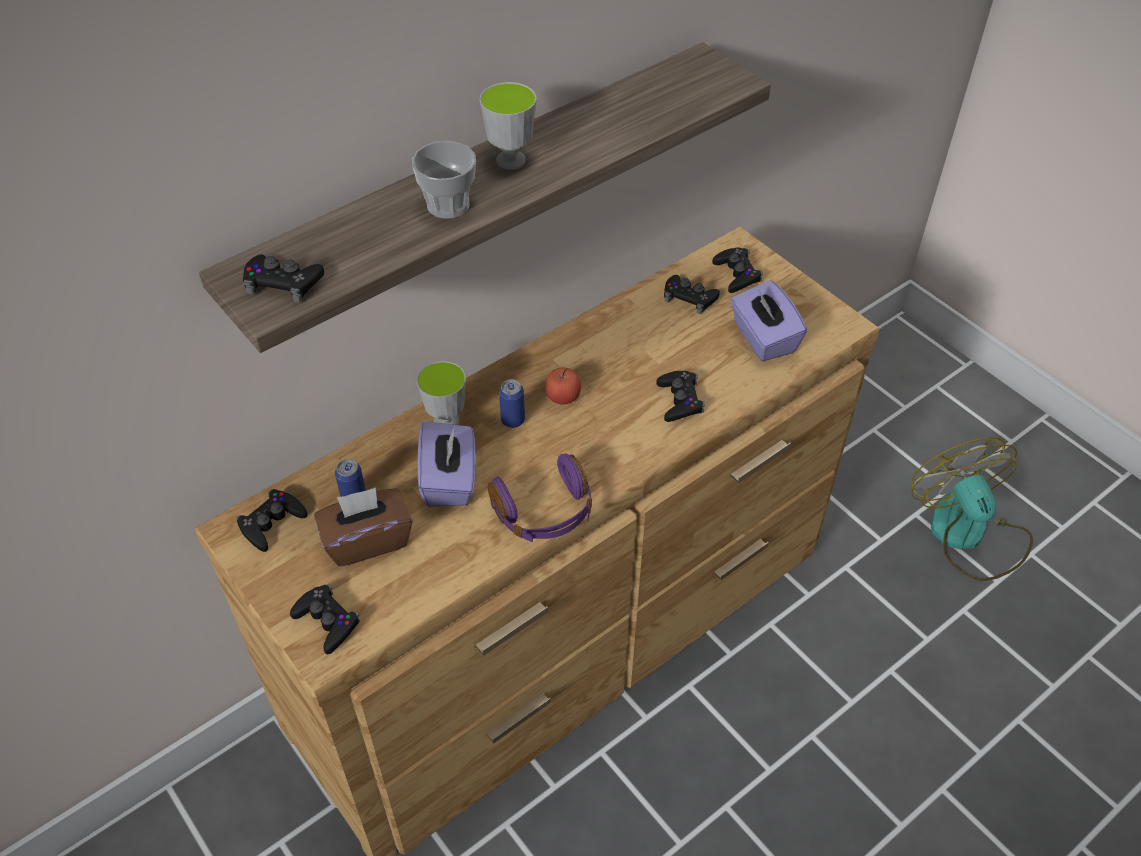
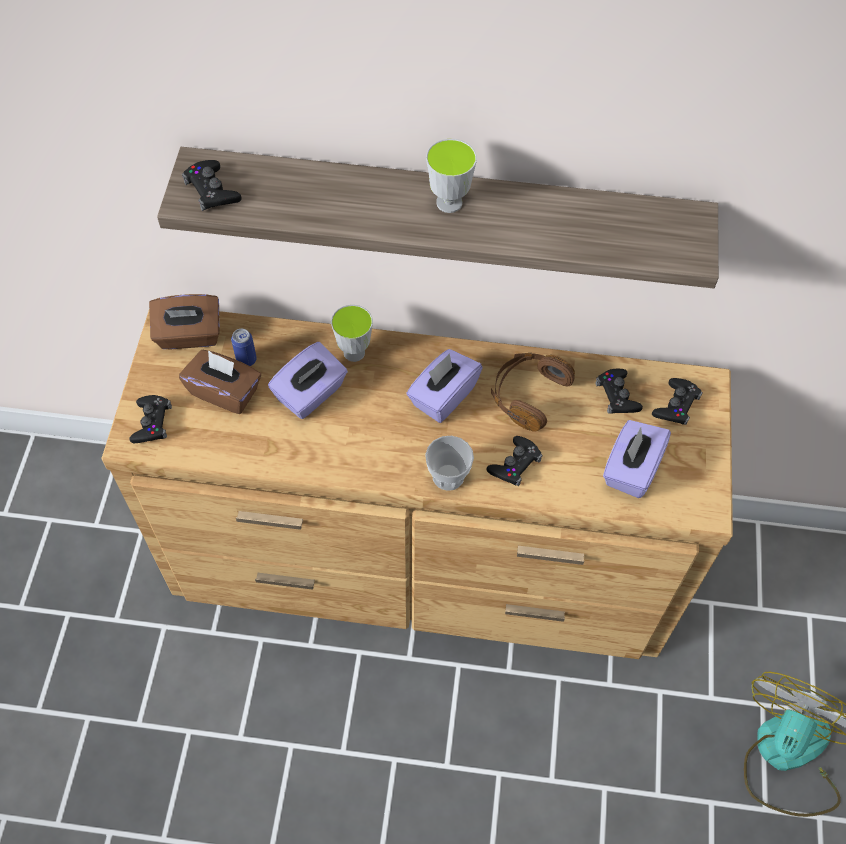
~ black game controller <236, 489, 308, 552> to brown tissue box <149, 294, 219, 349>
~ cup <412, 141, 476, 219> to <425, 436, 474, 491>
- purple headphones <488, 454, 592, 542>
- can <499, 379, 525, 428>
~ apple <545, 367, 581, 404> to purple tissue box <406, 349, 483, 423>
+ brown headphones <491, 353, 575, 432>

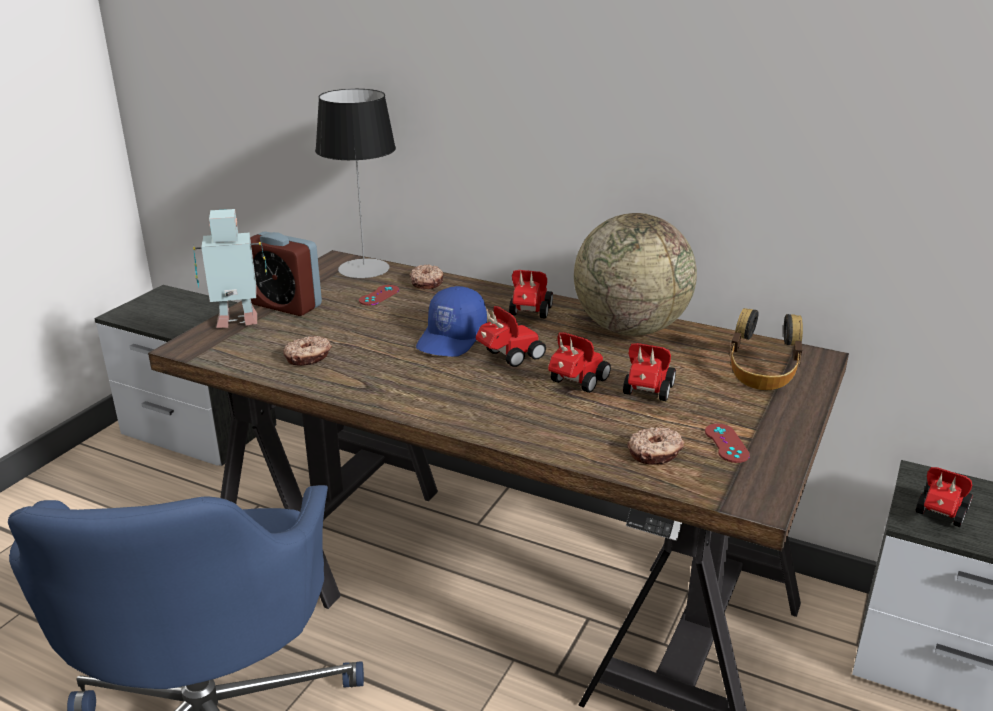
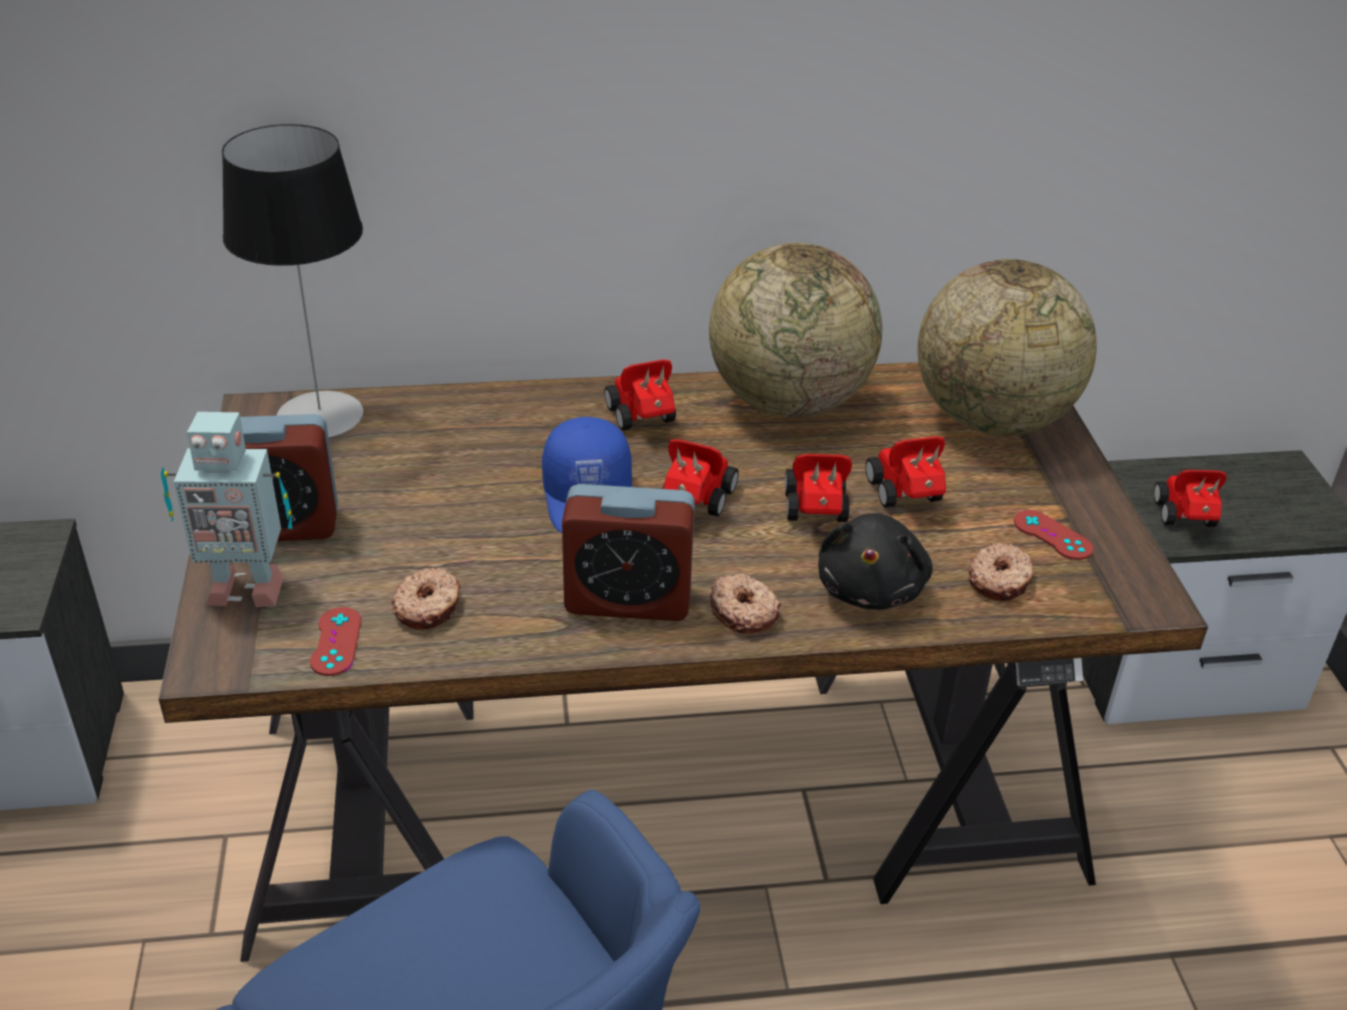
~ toy robot <193, 209, 267, 328> = <161, 412, 292, 607> 135 degrees counterclockwise
~ red game controller <359, 285, 399, 305> to <310, 607, 361, 676>
~ donut <410, 264, 443, 289> to <710, 574, 781, 634>
~ headphones <729, 308, 803, 390> to globe <918, 259, 1097, 436>
+ alarm clock <562, 484, 695, 621>
+ black plush toy <818, 513, 933, 609>

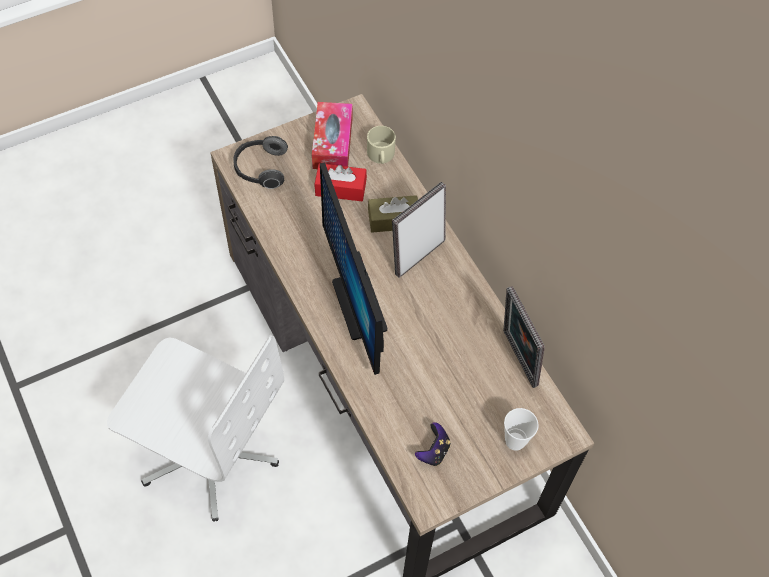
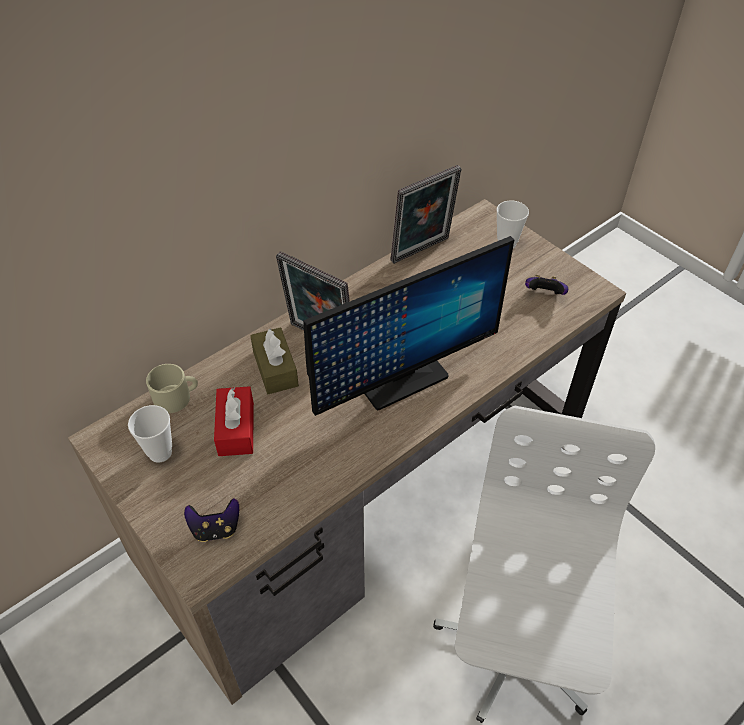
~ headphones <233, 136, 288, 189> to game controller <184, 498, 239, 542>
~ tissue box <312, 102, 353, 169> to cup <128, 405, 172, 463>

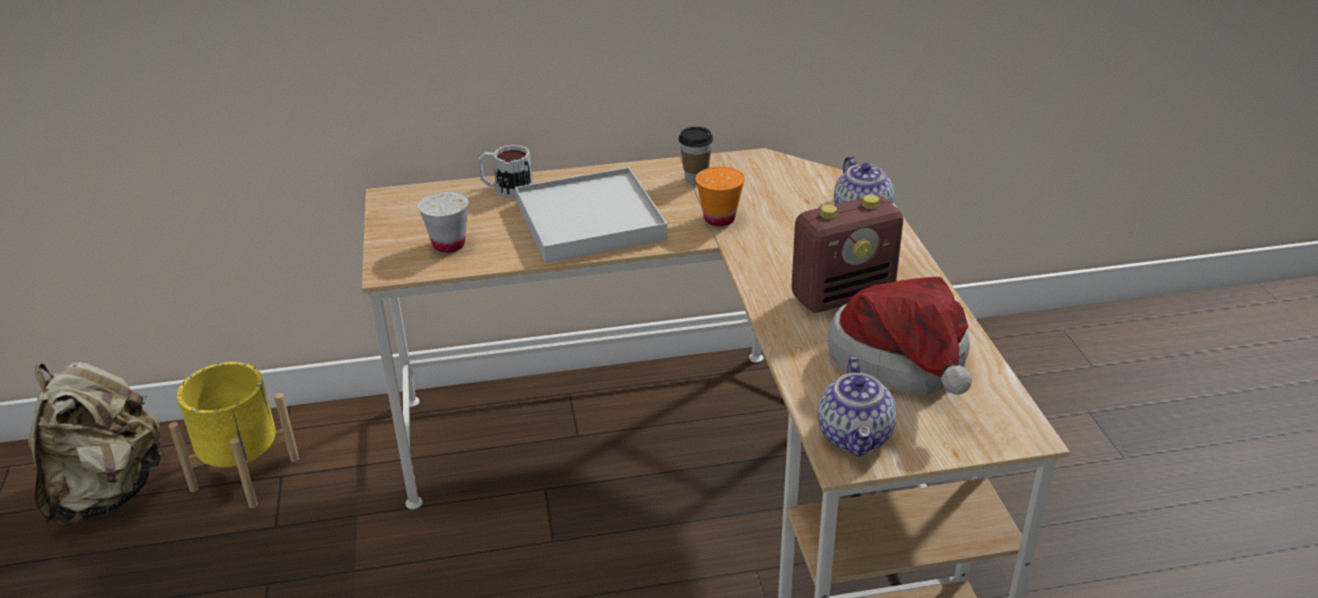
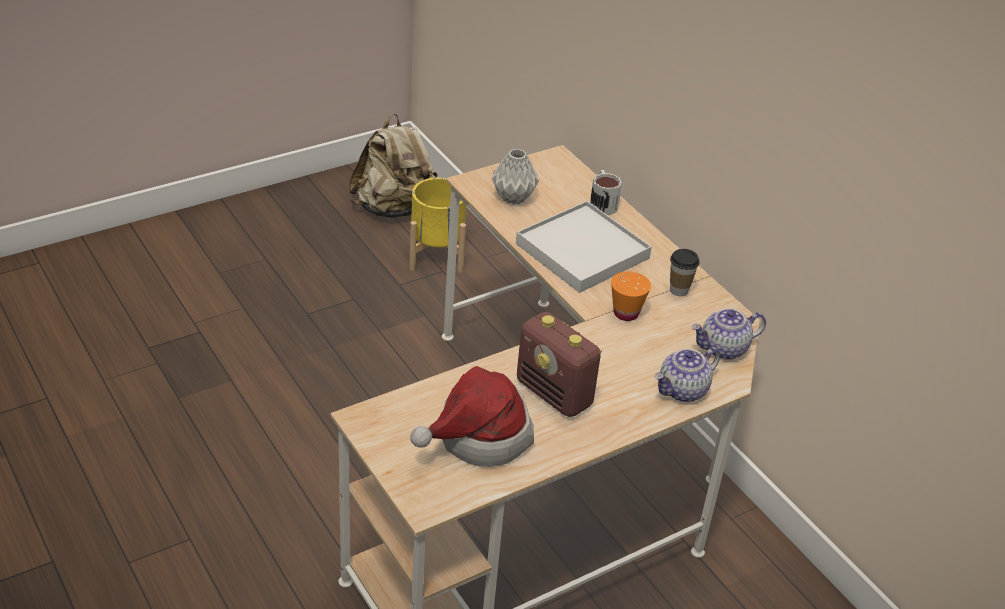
~ white cup <418, 191, 469, 253> to grey vase <492, 149, 539, 205>
~ teapot <818, 357, 896, 456> to <692, 308, 766, 360>

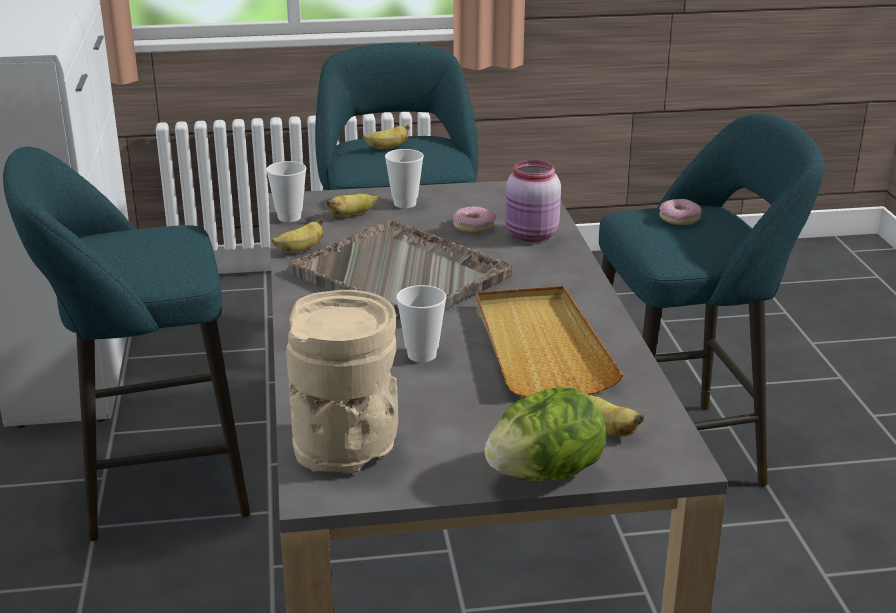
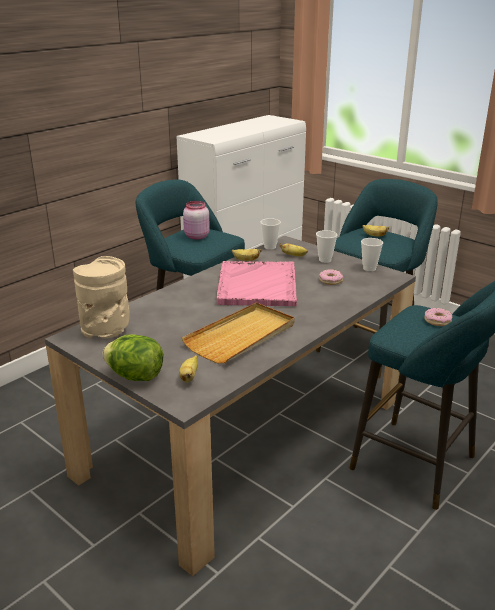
~ grey tray <288, 220, 512, 321> to pink tray <217, 261, 297, 306>
~ cup <396, 285, 447, 362> to <361, 238, 383, 271>
~ pink jar <505, 160, 561, 242> to <183, 201, 210, 240>

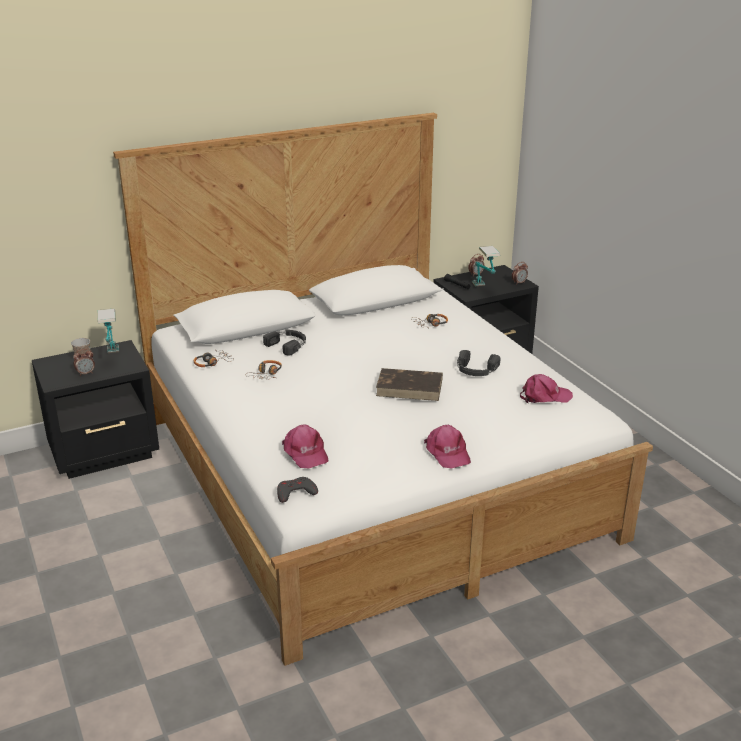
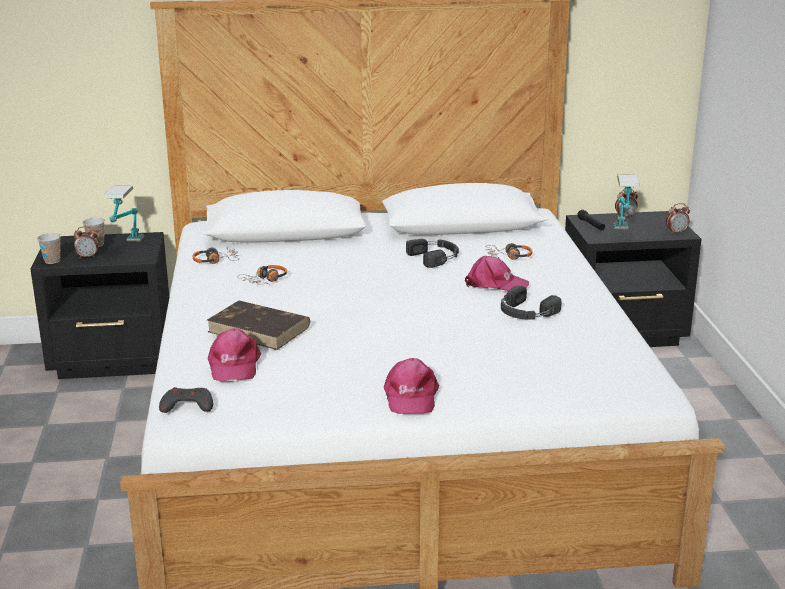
~ black headphones <263, 330, 306, 356> to <406, 239, 459, 268>
~ brown book <376, 368, 443, 401> to <207, 301, 310, 350>
~ pink cap <520, 374, 573, 404> to <465, 256, 529, 291>
+ cup <37, 233, 61, 264>

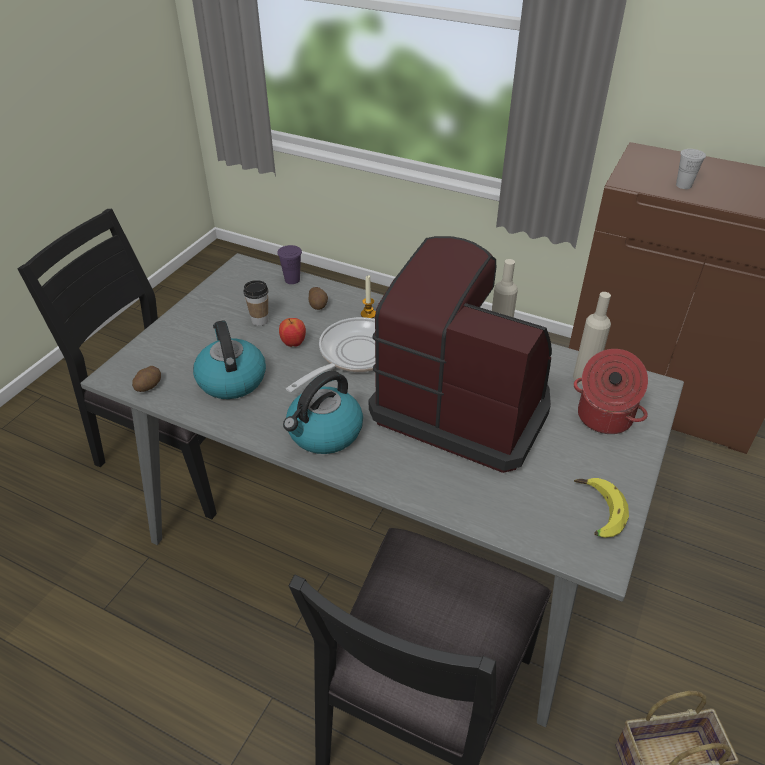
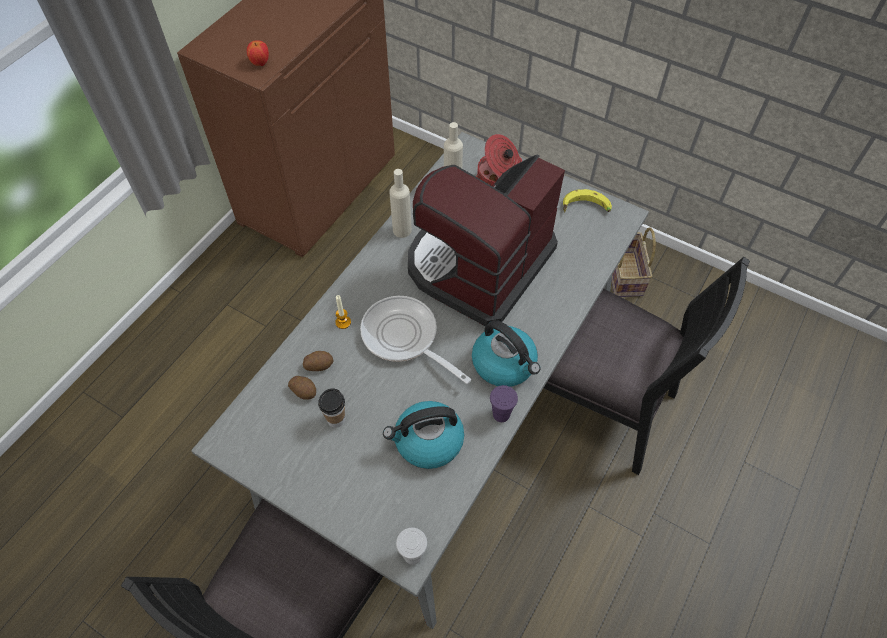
~ potato <132, 366, 161, 392> to <288, 376, 316, 400>
~ purple cup <277, 245, 302, 284> to <490, 385, 518, 422>
~ apple <279, 318, 306, 347> to <247, 40, 269, 66>
~ white cup <676, 149, 706, 189> to <396, 528, 427, 565>

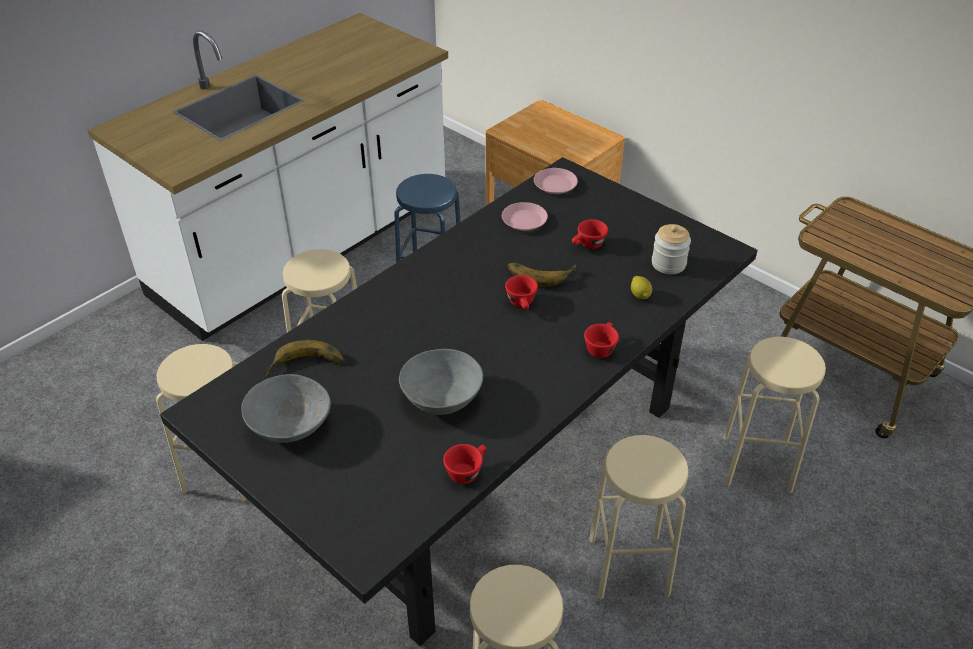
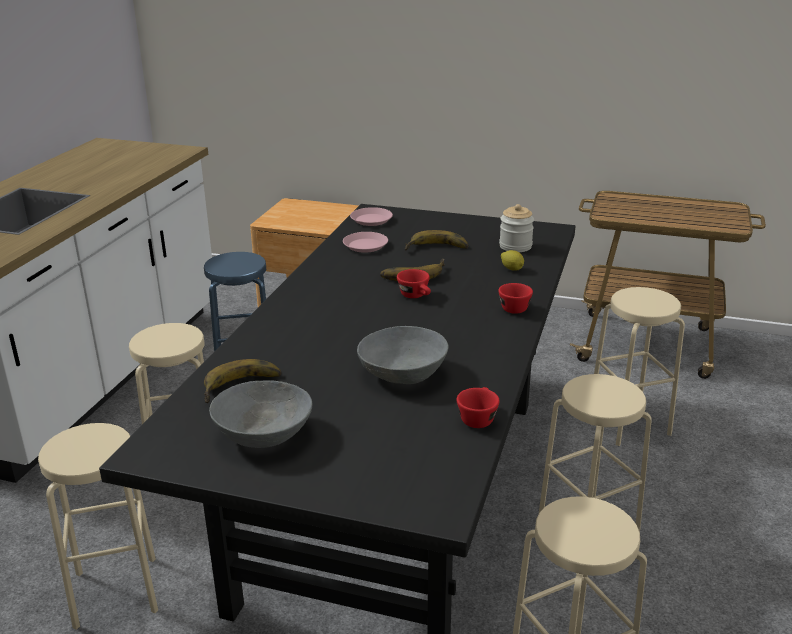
~ red cup <572, 219, 608, 249> to banana <405, 230, 469, 250>

